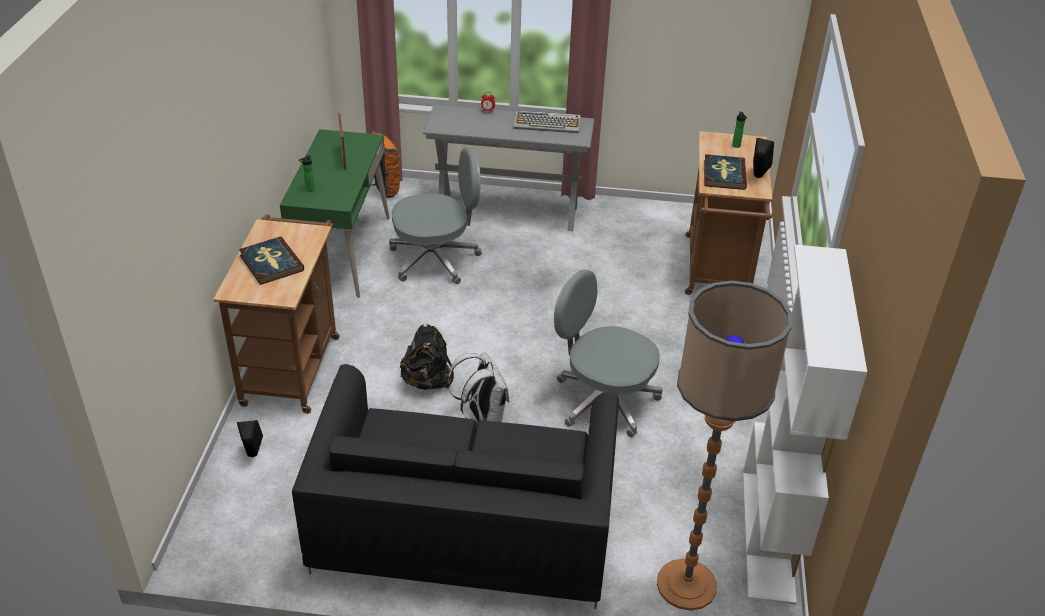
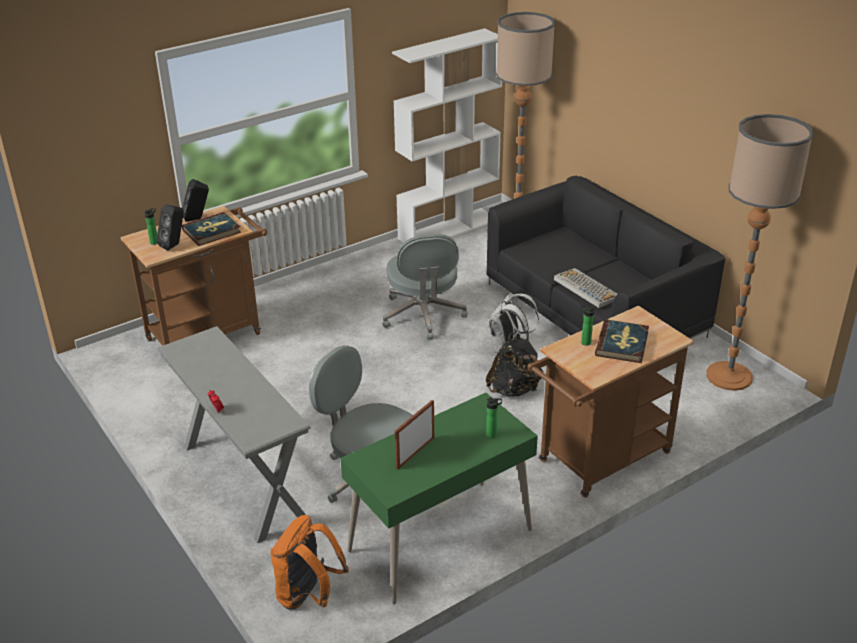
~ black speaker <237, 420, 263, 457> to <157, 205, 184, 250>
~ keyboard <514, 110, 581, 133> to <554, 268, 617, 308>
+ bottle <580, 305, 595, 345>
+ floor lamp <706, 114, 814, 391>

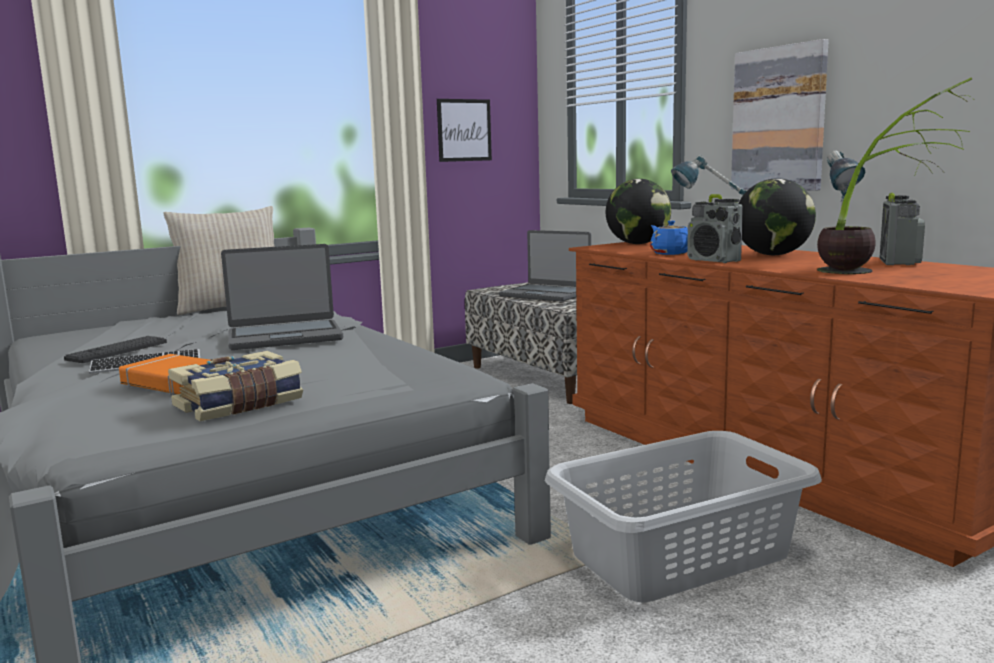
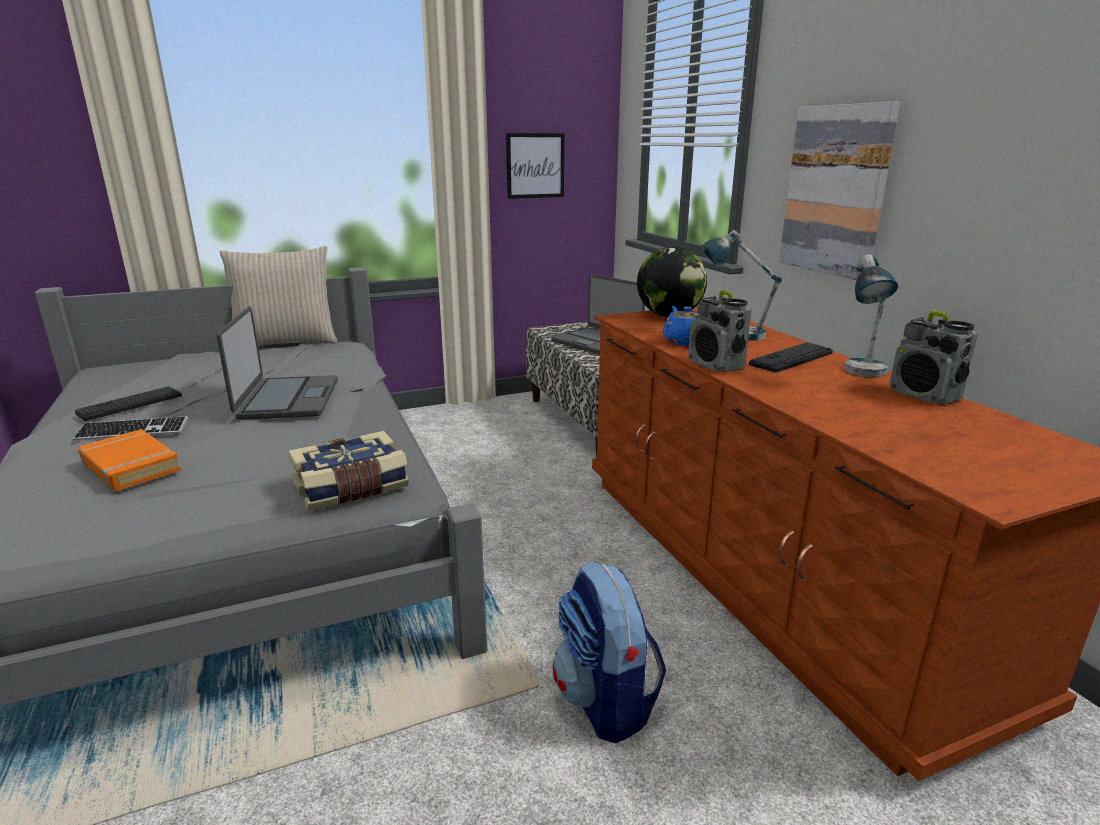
~ book <168, 351, 303, 421> to <288, 431, 409, 511>
~ laptop <221, 244, 343, 350> = <216, 307, 338, 420> 90 degrees counterclockwise
~ grey laundry basket <545, 431, 822, 602> to backpack <553, 561, 666, 744>
~ globe <738, 178, 816, 255> to keyboard <749, 342, 833, 373>
- potted plant <817, 77, 972, 274>
~ radio <880, 193, 925, 265> = <890, 310, 978, 405> 120 degrees clockwise

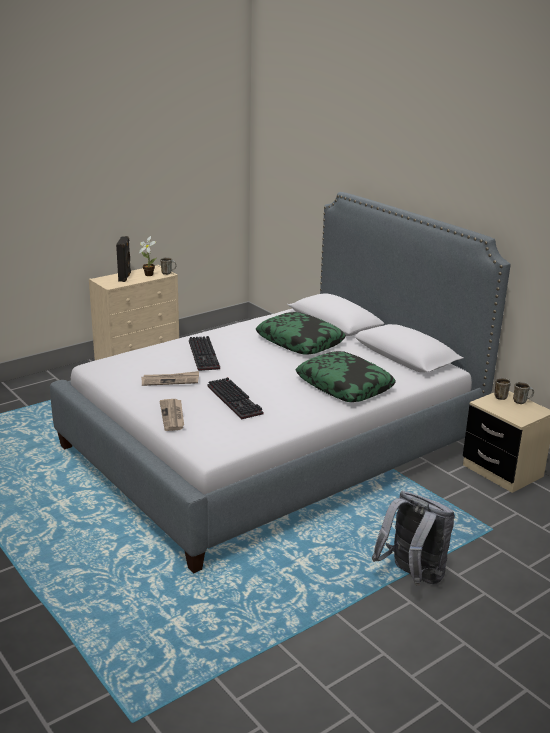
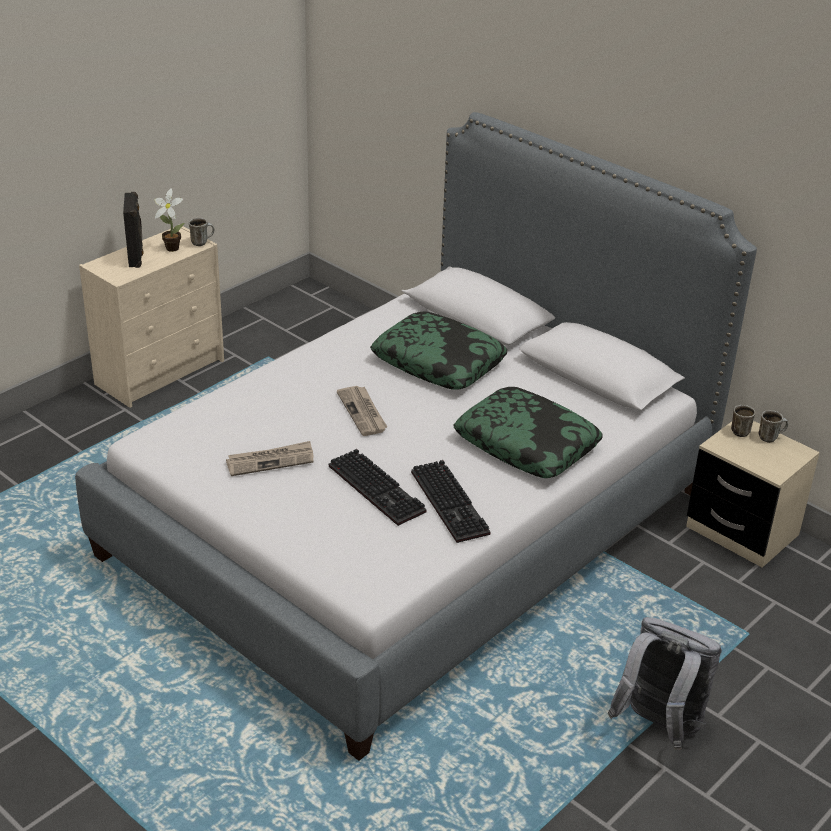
~ newspaper <160, 399, 184, 431> to <337, 386, 387, 436>
~ keyboard <189, 336, 220, 371> to <411, 460, 490, 543>

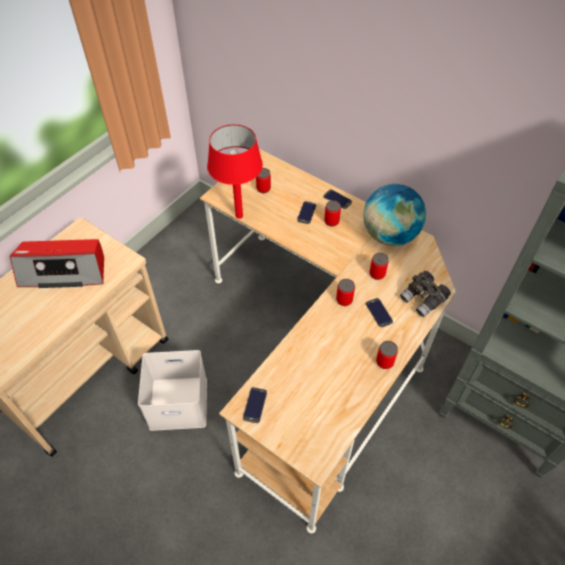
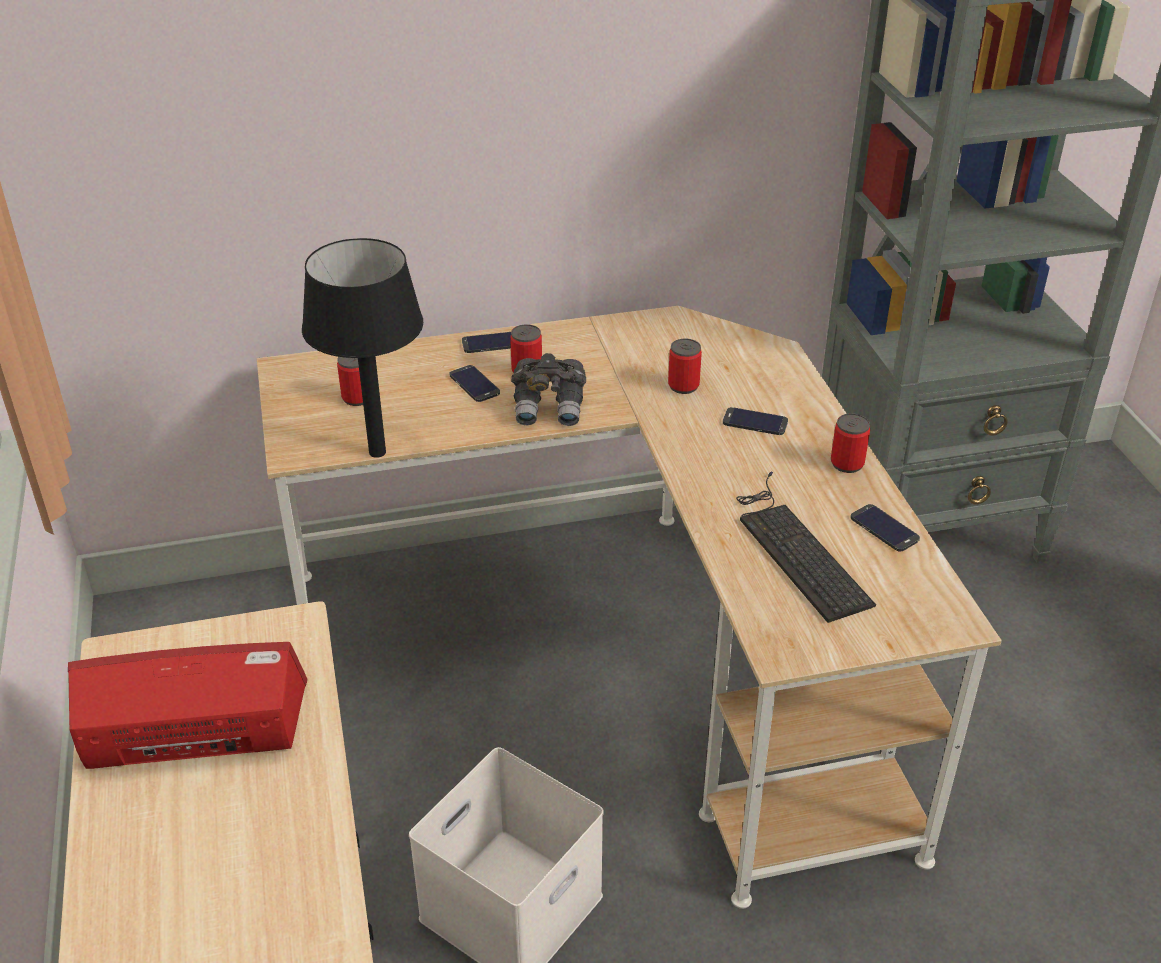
~ radio <10, 239, 104, 288> = <68, 642, 308, 769> 135 degrees counterclockwise
~ red table lamp <207, 124, 263, 219> to black table lamp <302, 238, 423, 458>
~ phone <243, 387, 267, 423> to <851, 504, 920, 552>
- can <336, 279, 355, 306>
- globe <363, 184, 426, 246>
~ grey binoculars <400, 271, 451, 317> to <511, 353, 586, 426>
+ keyboard <736, 472, 876, 623>

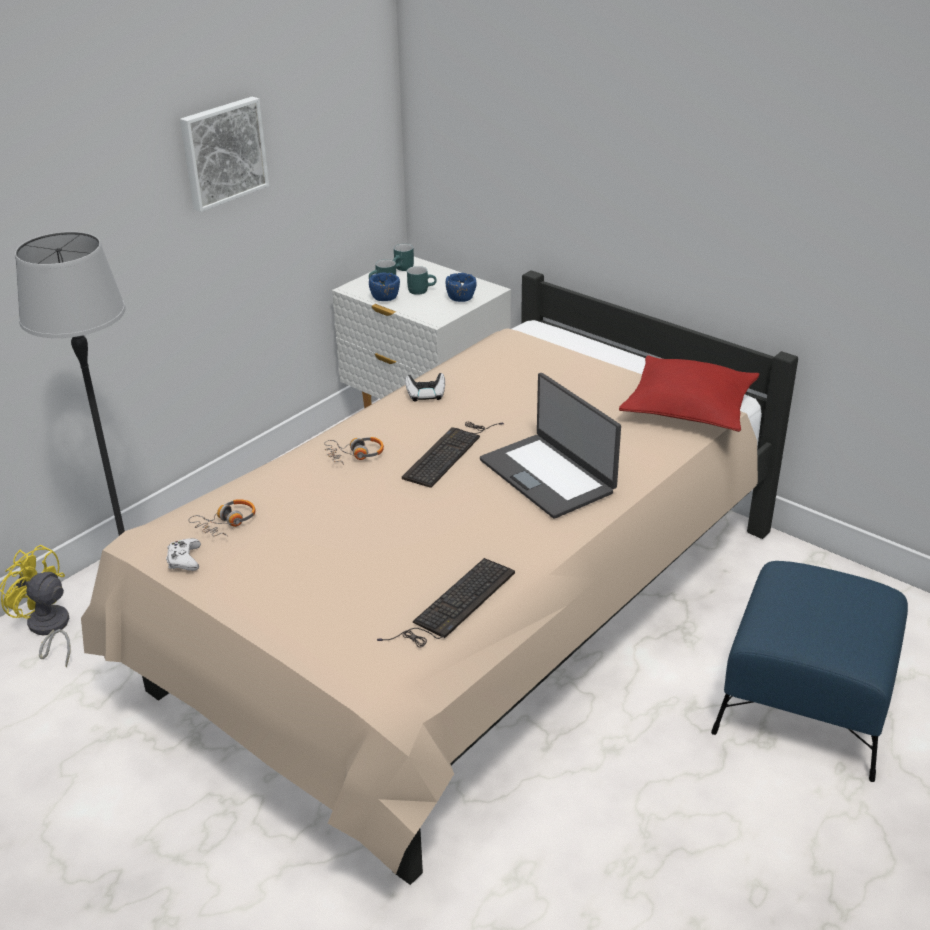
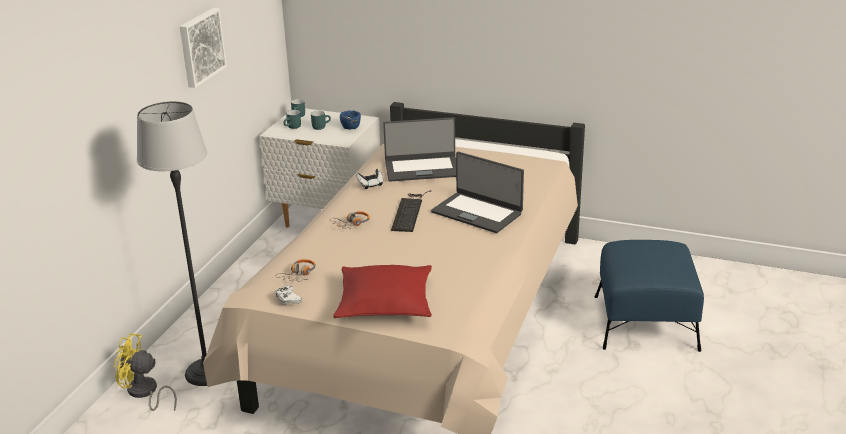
- blue bowl <369, 272, 400, 301>
- keyboard <377, 558, 515, 647>
~ red pillow <619, 355, 759, 432> to <333, 265, 432, 318>
+ laptop <383, 117, 456, 181>

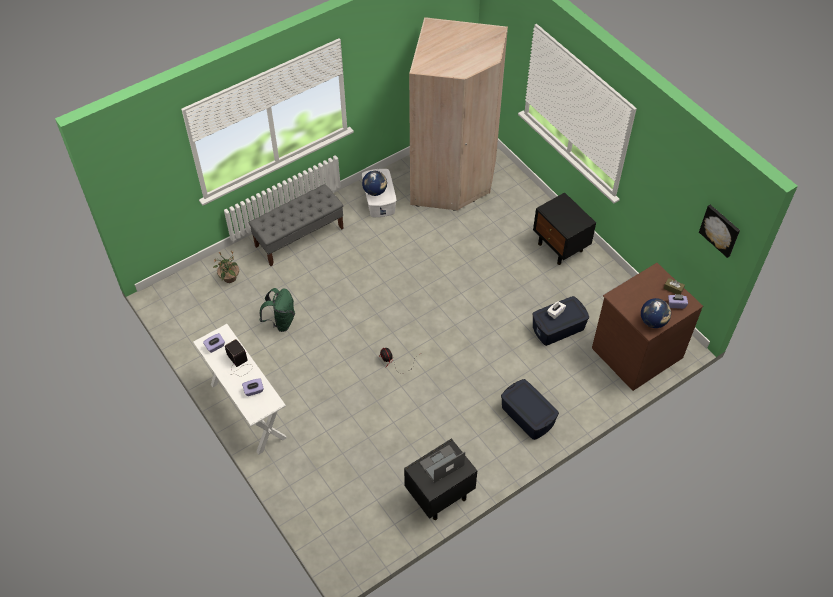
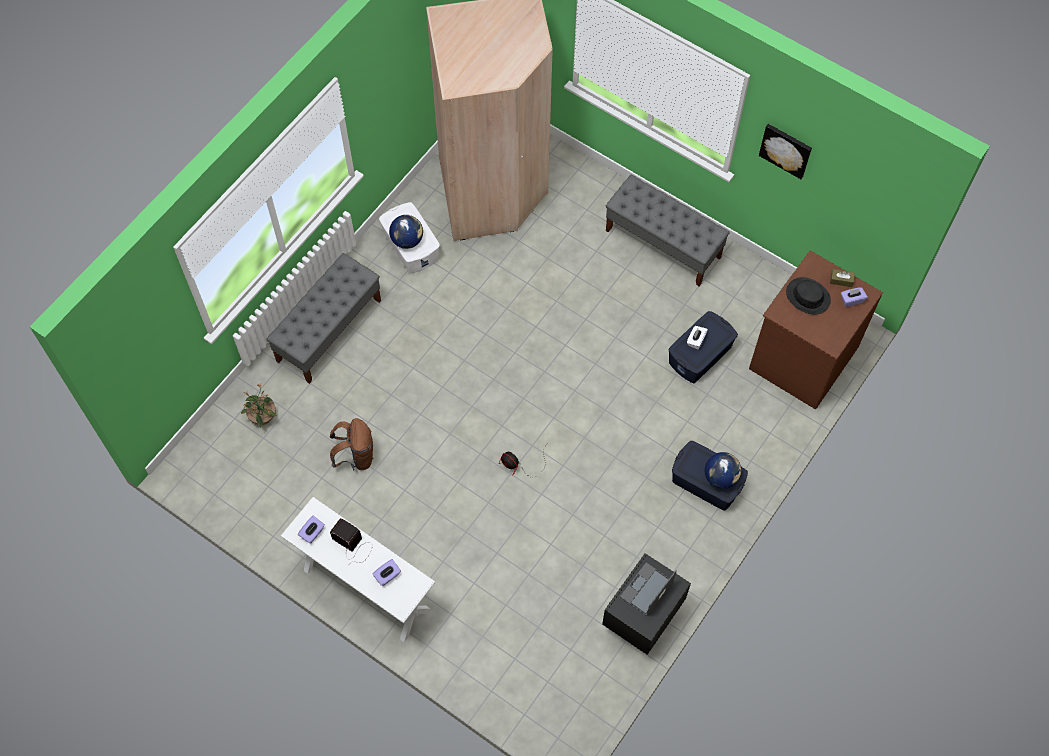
~ green backpack <259, 288, 295, 332> to brown backpack <330, 418, 374, 471>
~ black nightstand <533, 192, 596, 265> to grey bench <606, 175, 730, 286>
~ globe <641, 298, 671, 328> to <705, 452, 742, 489>
~ picture <699, 205, 740, 258> to <759, 124, 812, 179>
+ black hat <786, 277, 831, 315>

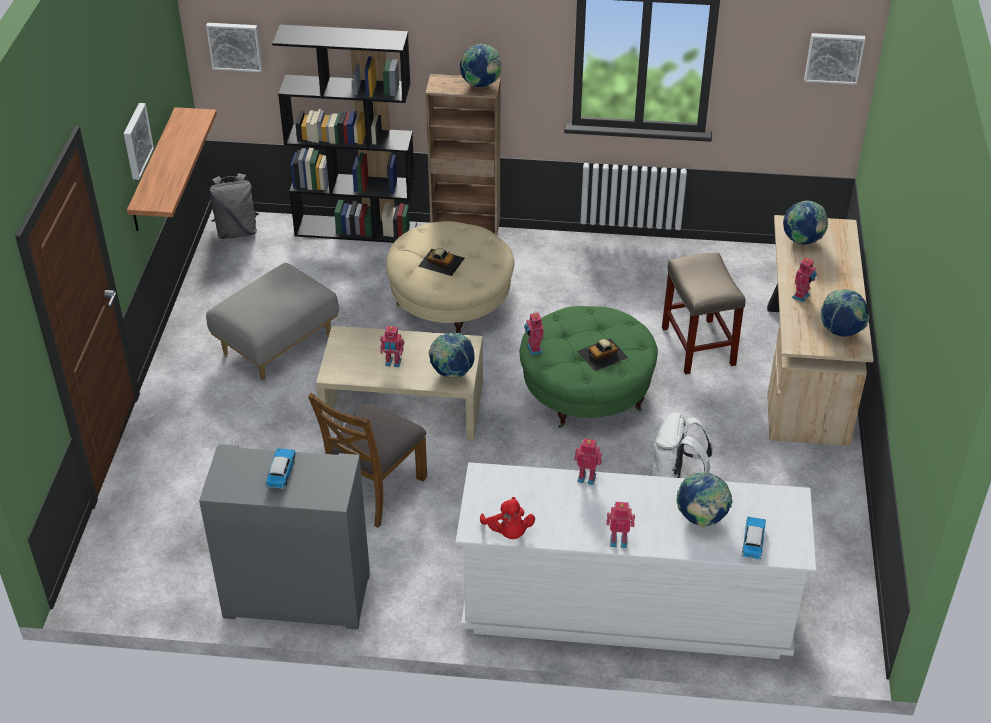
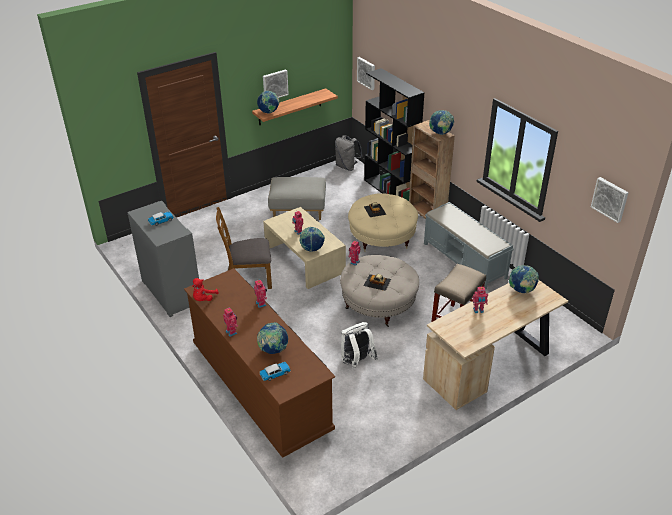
~ white dresser <456, 462, 816, 659> to brown dresser <184, 268, 335, 458>
~ green ottoman <519, 306, 658, 428> to beige ottoman <340, 255, 419, 327>
~ globe <821, 289, 870, 337> to <257, 91, 279, 114>
+ grey bench <424, 202, 514, 290>

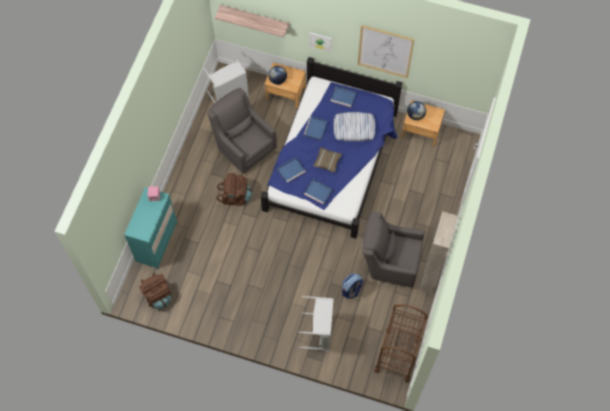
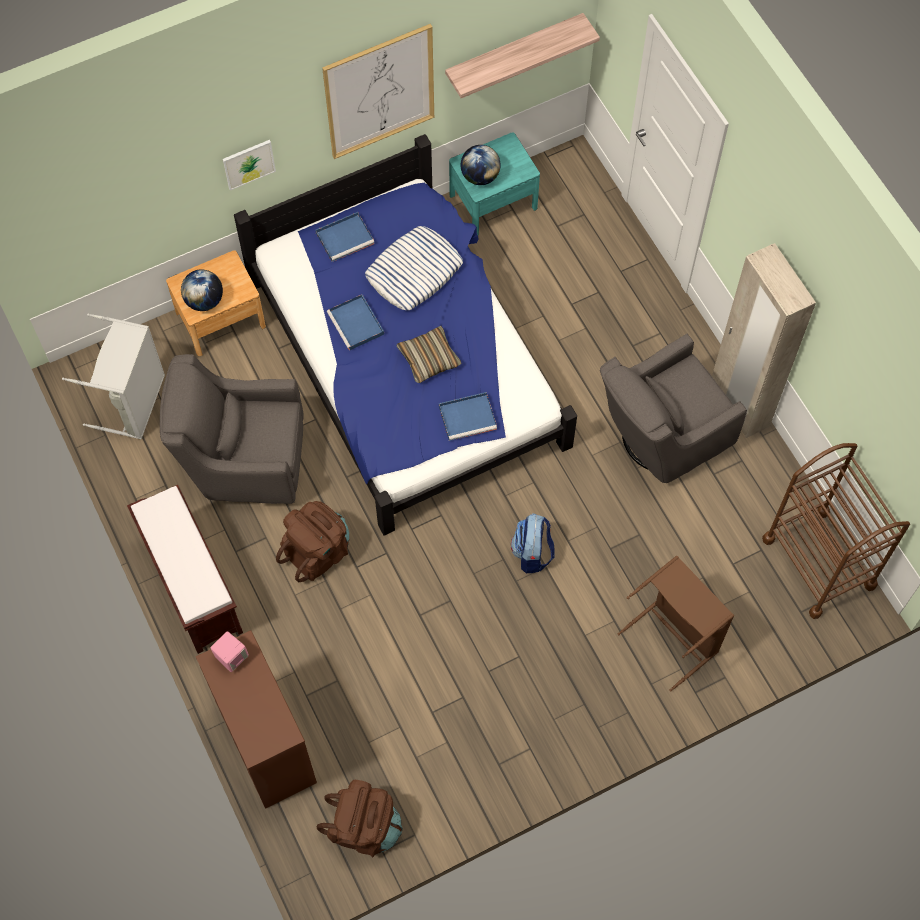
~ turquoise dresser <124, 187, 177, 269> to brown dresser <196, 630, 317, 809>
~ shelf <215, 5, 289, 37> to <445, 13, 600, 98>
- blue tray <277, 157, 306, 183>
~ grey laundry basket <298, 296, 334, 351> to brown laundry basket <617, 555, 734, 692>
~ backpack <342, 273, 363, 299> to <511, 513, 555, 573>
~ brown nightstand <401, 101, 445, 147> to turquoise nightstand <449, 132, 540, 235>
+ brown bench <127, 485, 243, 654>

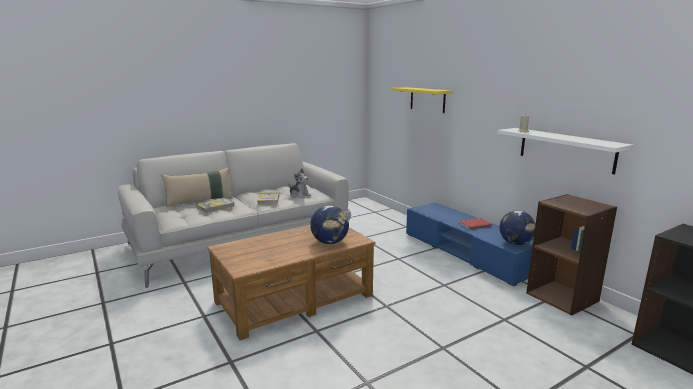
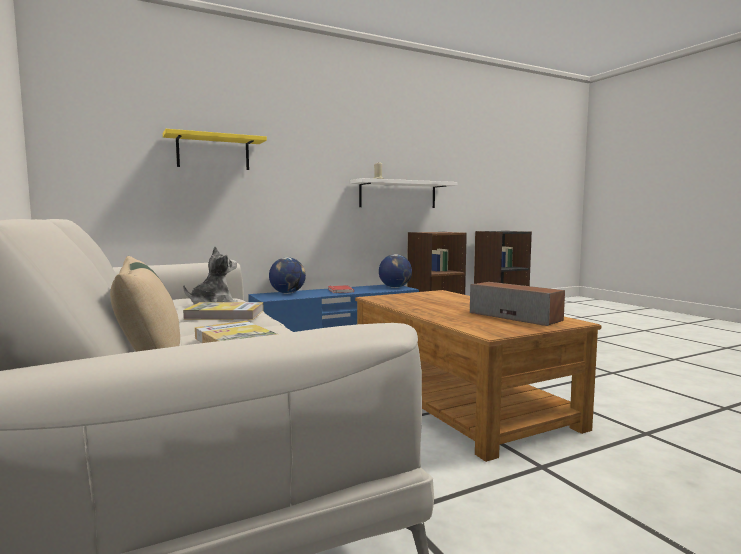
~ globe <310, 205, 349, 244> to <269, 257, 306, 294>
+ speaker <470, 282, 565, 326>

